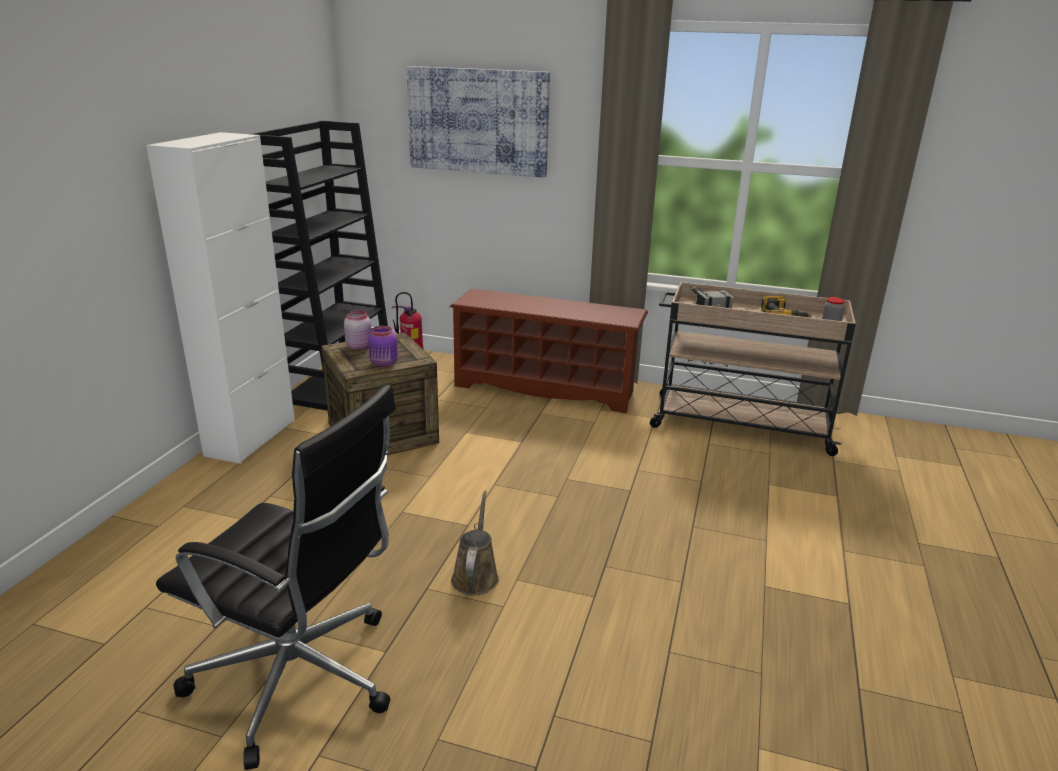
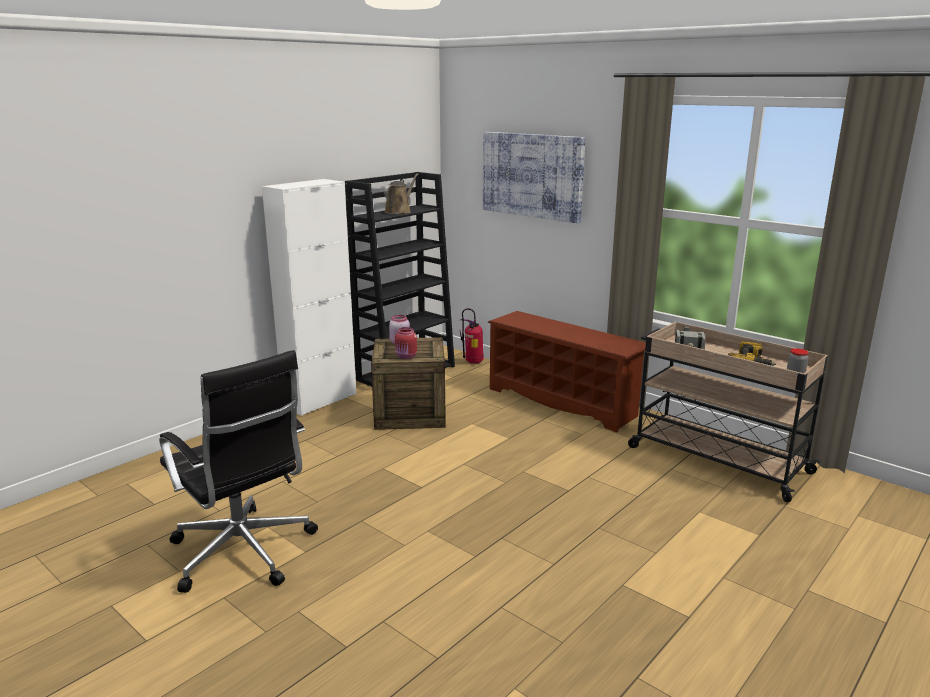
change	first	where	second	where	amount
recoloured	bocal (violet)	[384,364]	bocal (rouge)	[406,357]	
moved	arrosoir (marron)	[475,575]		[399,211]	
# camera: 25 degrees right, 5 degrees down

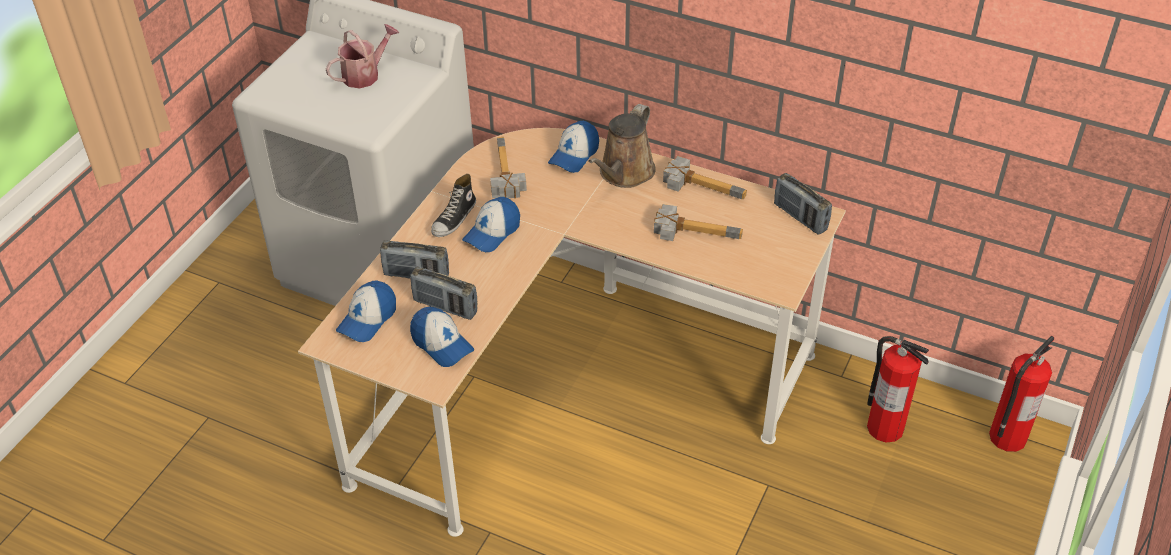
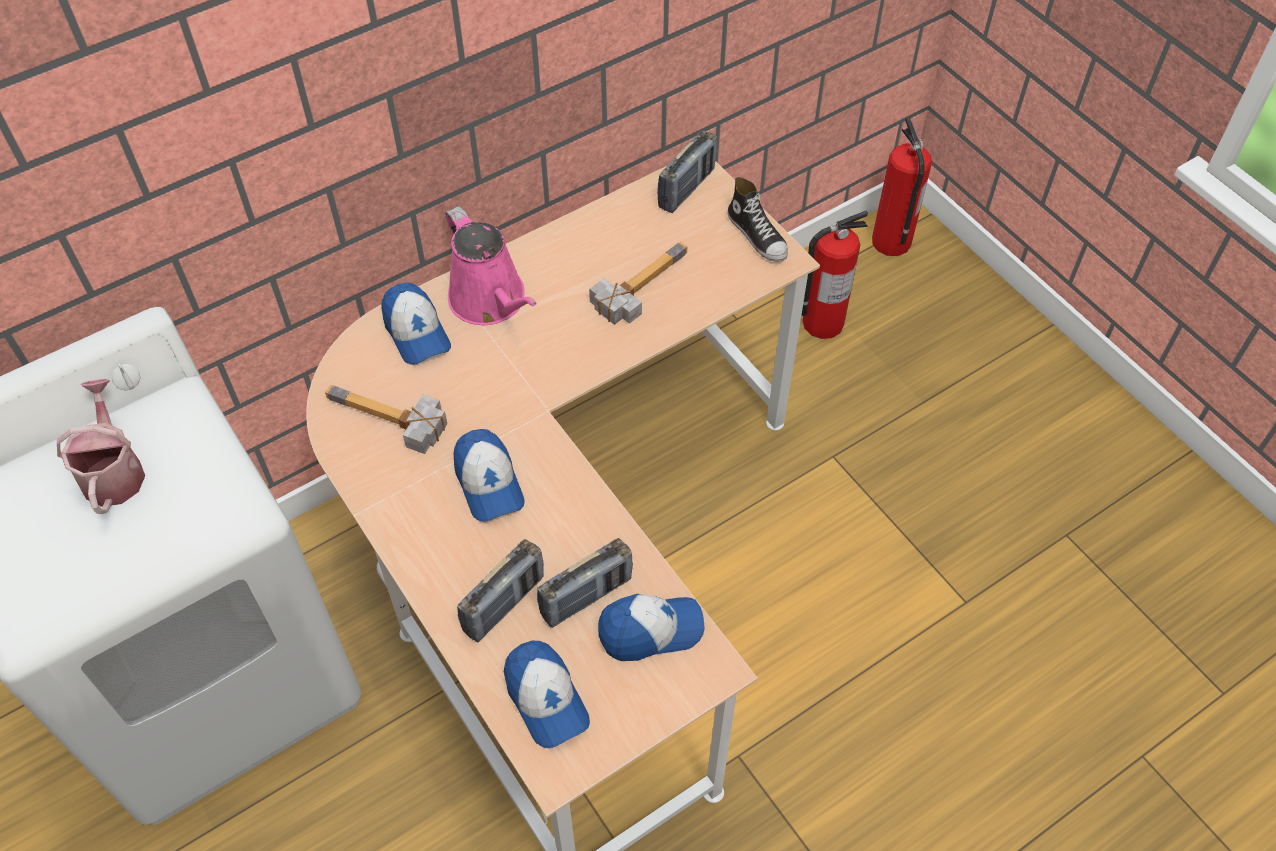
change	first	where	second	where	amount
moved	chaussure	[454,219]		[757,235]	
recoloured	arrosoir (marron)	[624,173]	arrosoir (rose)	[491,301]	
removed	marteau	[704,184]			
turned	radio	[800,217]		[686,188]	45 degrees counterclockwise
# camera: 60 degrees left, 10 degrees up

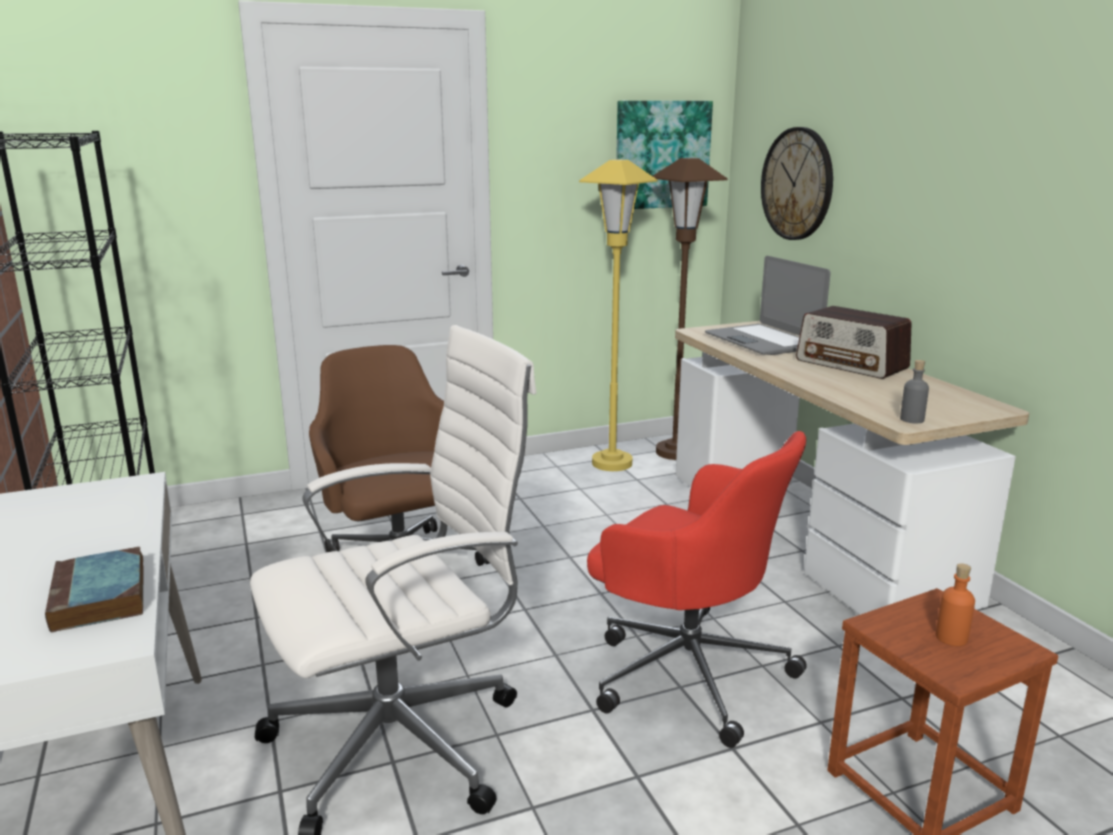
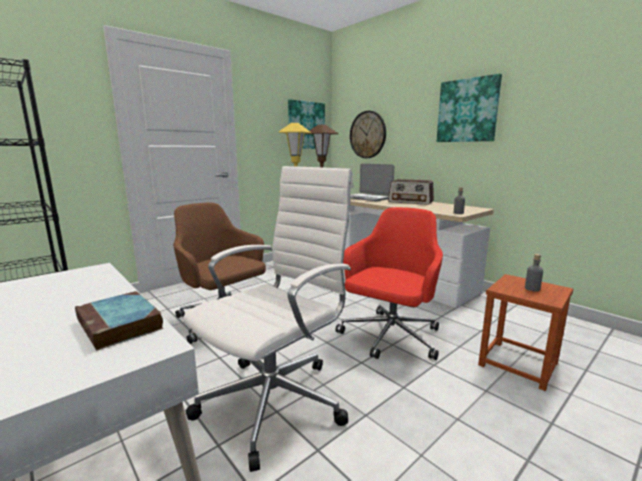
change	first	where	second	where	amount
turned	chaise de bureau (rouge)	[686,670]		[390,337]	75 degrees counterclockwise
recoloured	bouteille (orange)	[951,637]	bouteille (gris)	[532,289]	
added			tableau	[467,110]	
# camera: 20 degrees left, 5 degrees down

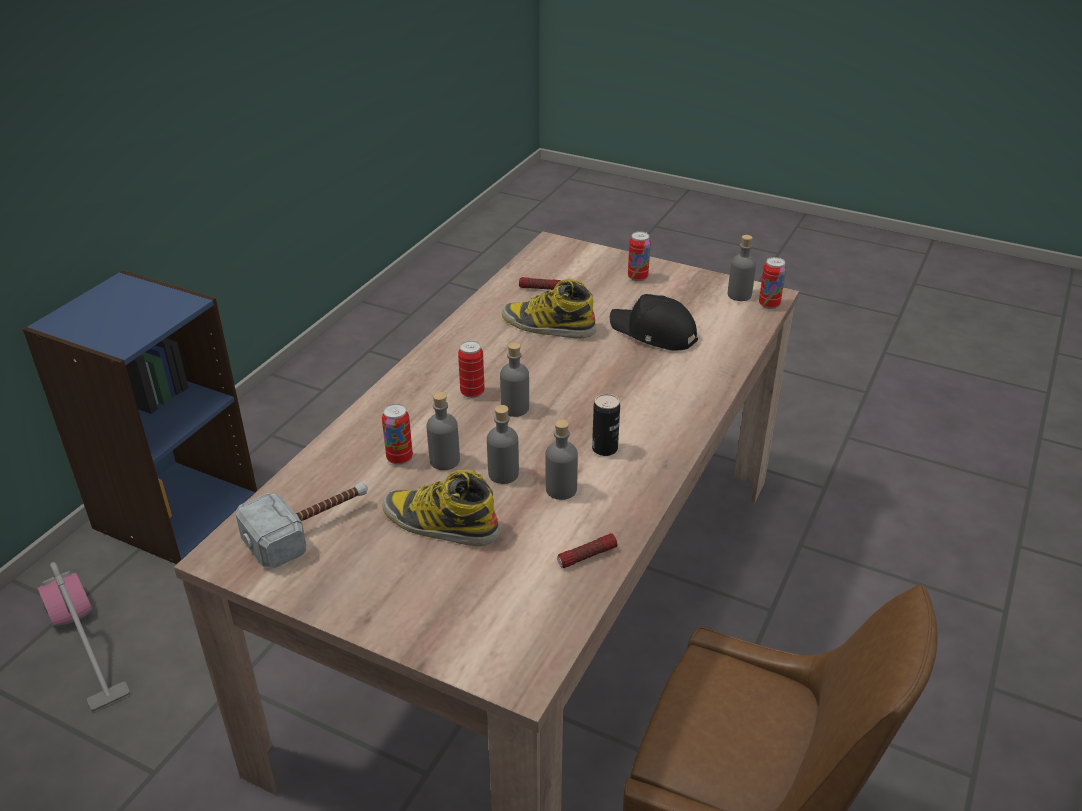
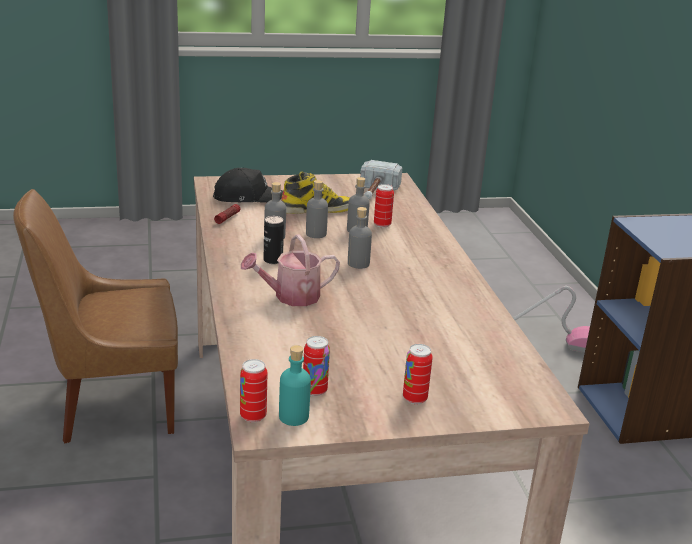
change	first	where	second	where	amount
moved	boîte métallique	[472,392]		[314,390]	
removed	botte	[548,326]			
removed	lampe de poche	[541,289]			
moved	casquette (noir)	[653,333]		[247,197]	
recoloured	bouteille (gris)	[739,295]	bouteille (turquoise)	[293,417]	
added			arrosoir	[291,297]	
# camera: 140 degrees right, 10 degrees down

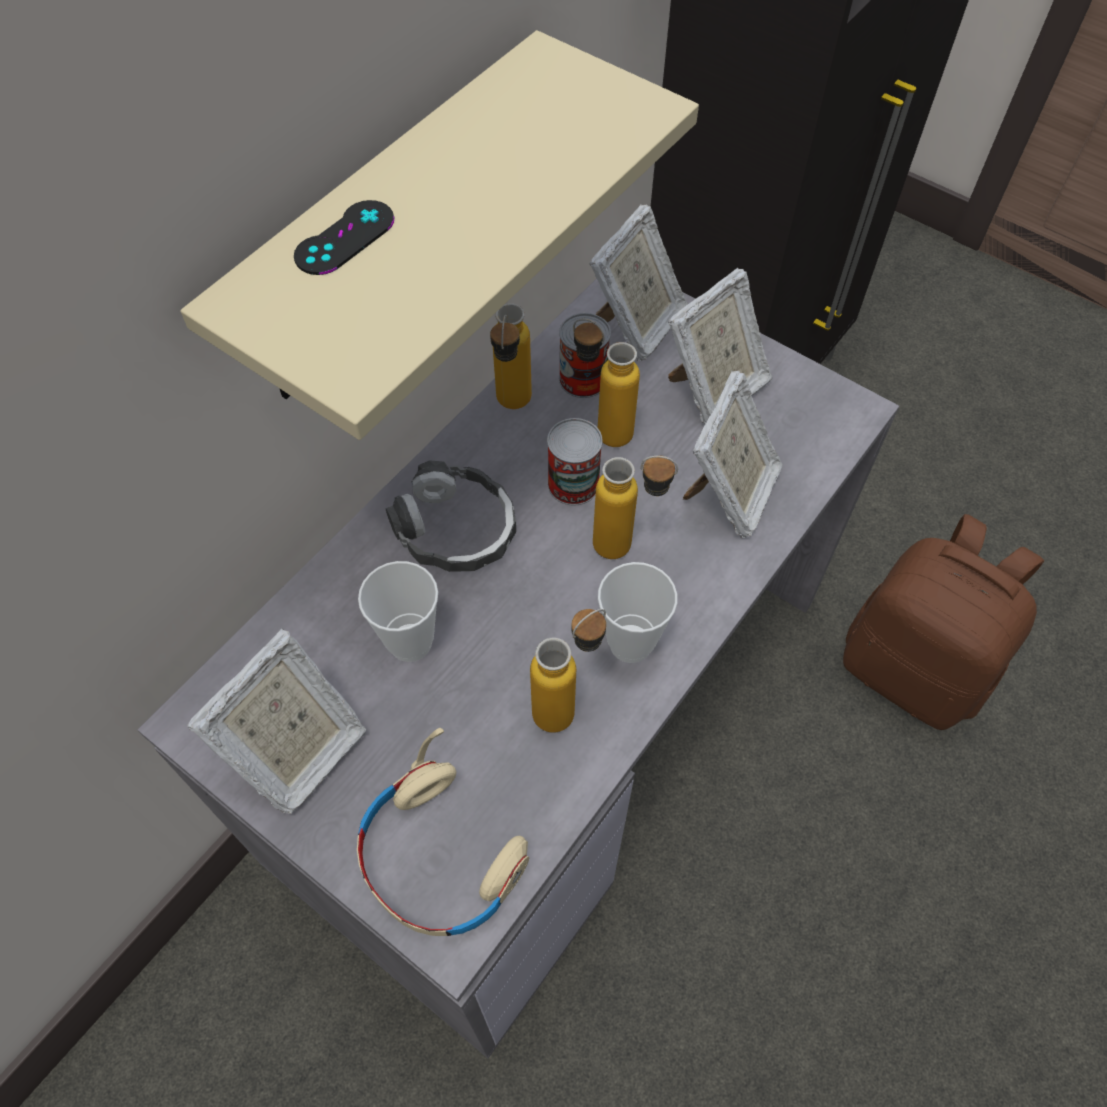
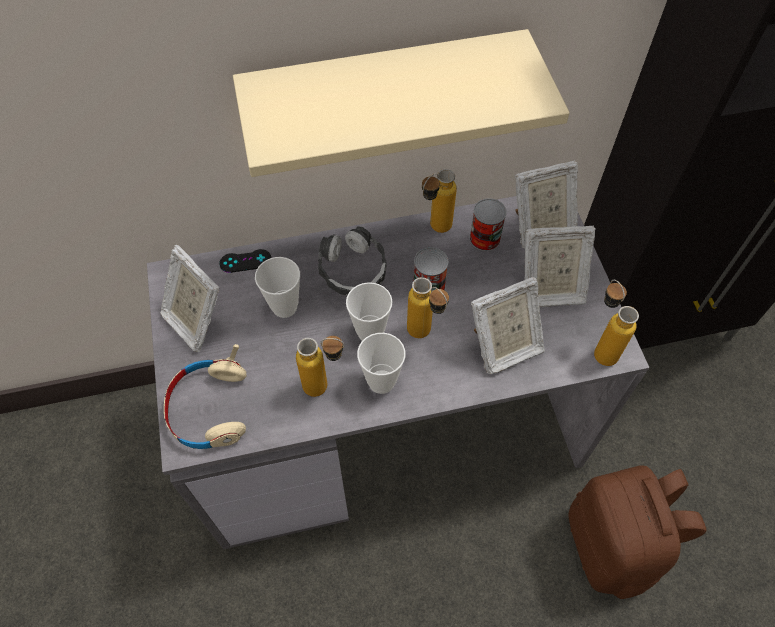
change	first	where	second	where	amount
turned	cadre photo	[298,753]		[196,320]	60 degrees clockwise
moved	manette (noir)	[345,238]		[245,261]	
moved	bouteille	[601,429]		[600,347]	
added			tasse	[370,332]	
# camera: 40 degrees right, 0 degrees up

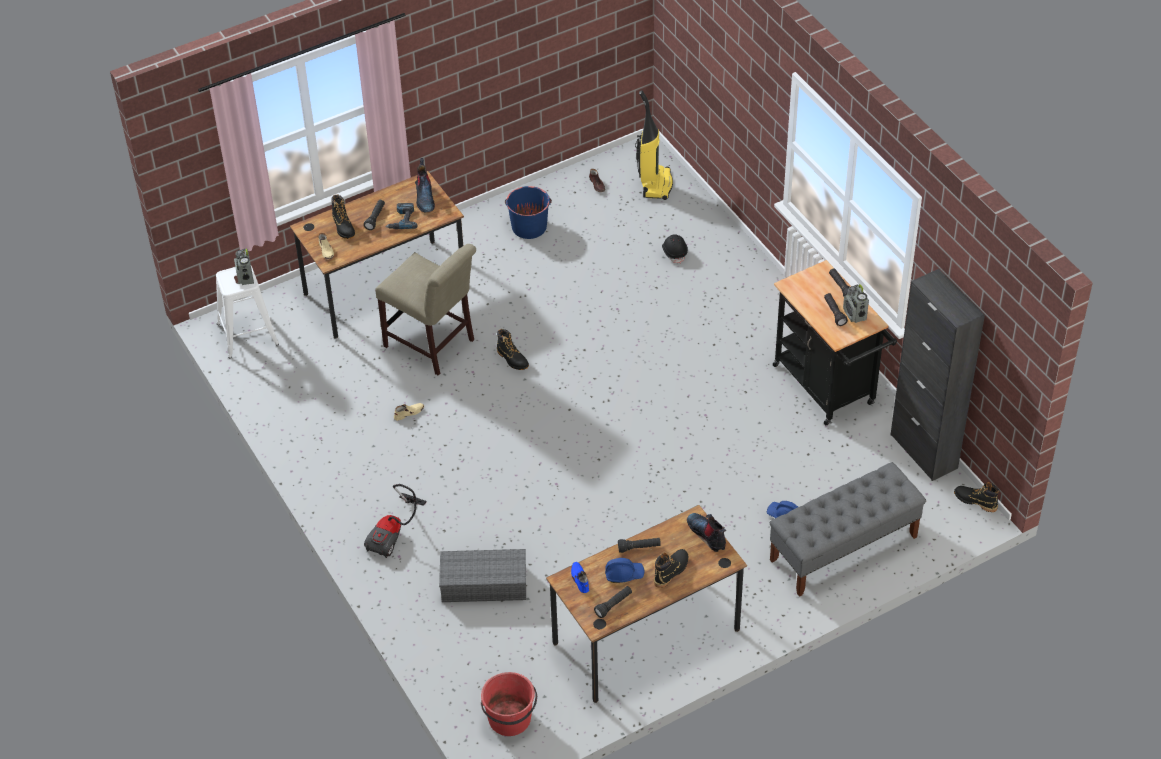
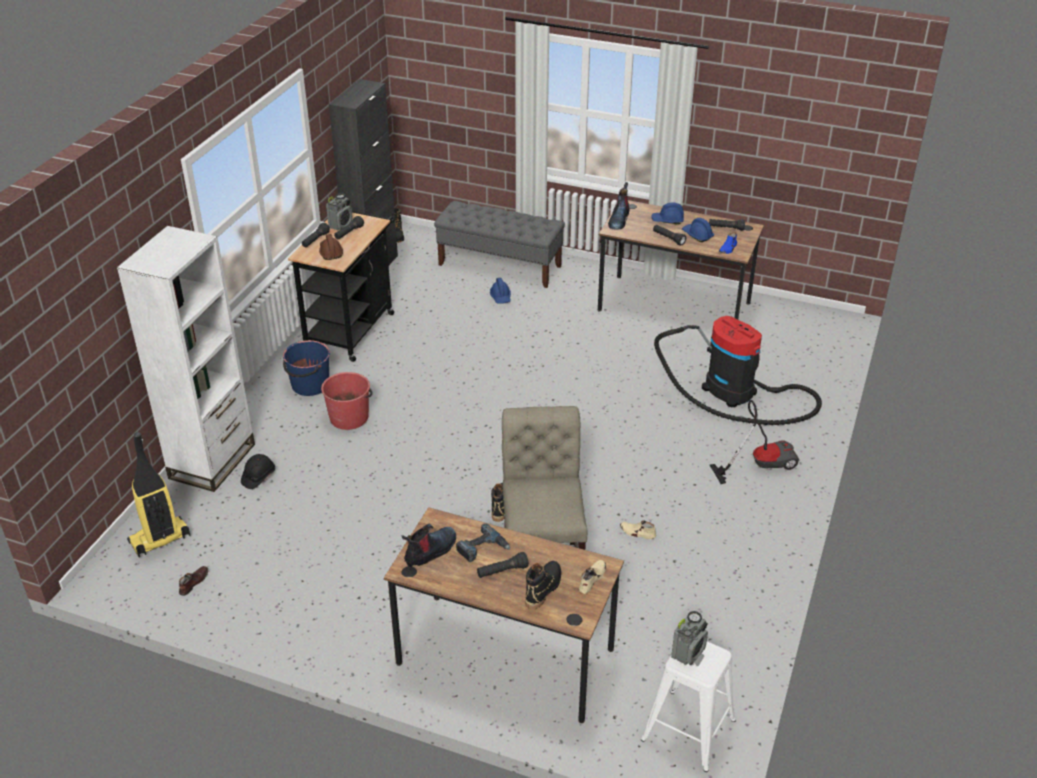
change	first	where	second	where	amount
replaced	boîte de rangement (gris)	[485,583]	aspirateur	[734,393]	
moved	seau (rouge)	[510,719]		[349,417]	
moved	seau (bleu)	[529,226]		[310,385]	
replaced	botte (noir)	[671,571]	casque de chantier (bleu)	[667,220]	
added			bibliothèque (blanc)	[212,461]	
added			casque de chantier (marron)	[330,252]	
# camera: 130 degrees left, 10 degrees down

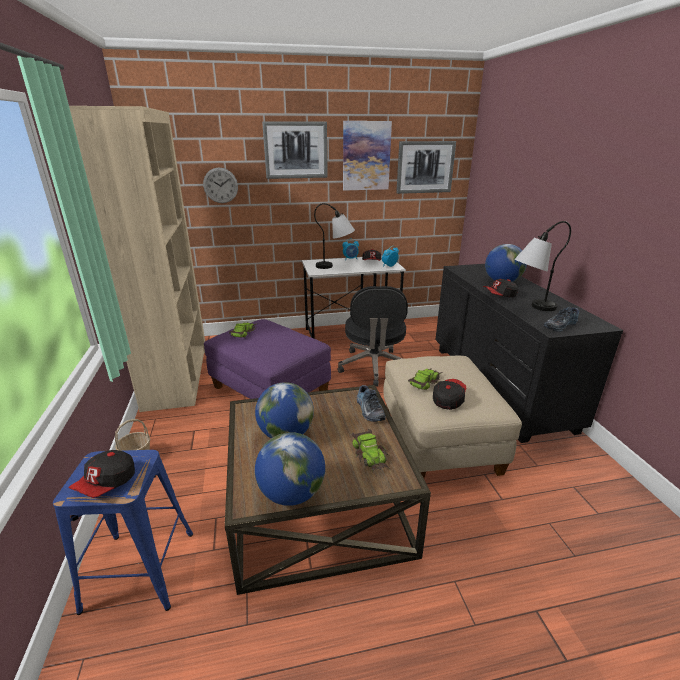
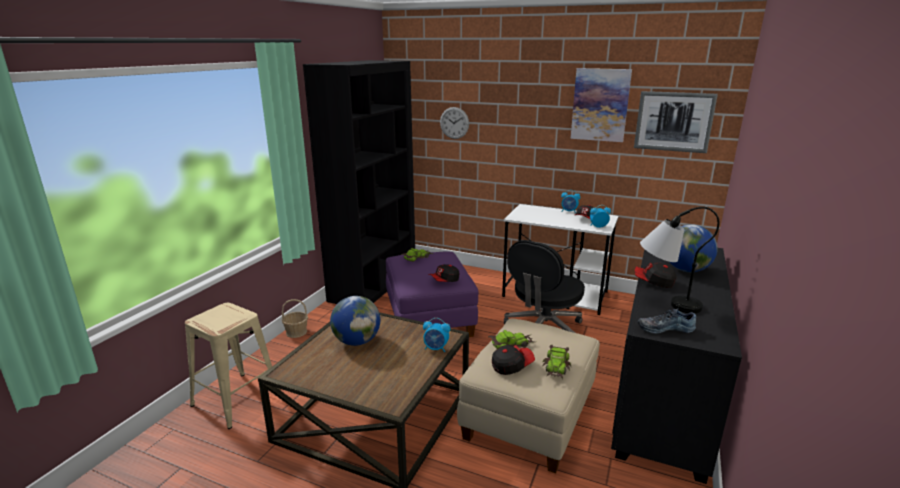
change	first	where	second	where	amount
recoloured	tabouret (bleu)	[140,568]	tabouret (beige)	[237,399]	
moved	casquette	[107,483]		[444,280]	
recoloured	bibliothèque (beige)	[177,376]	bibliothèque (noir)	[374,284]	
removed	globe	[292,493]			
removed	tableau	[296,150]			
removed	lampe de table	[335,266]			
moved	petite voiture	[370,454]		[557,366]	
replaced	chaussure	[368,410]	réveil	[436,348]	
# camera: 35 degrees right, 5 degrees down

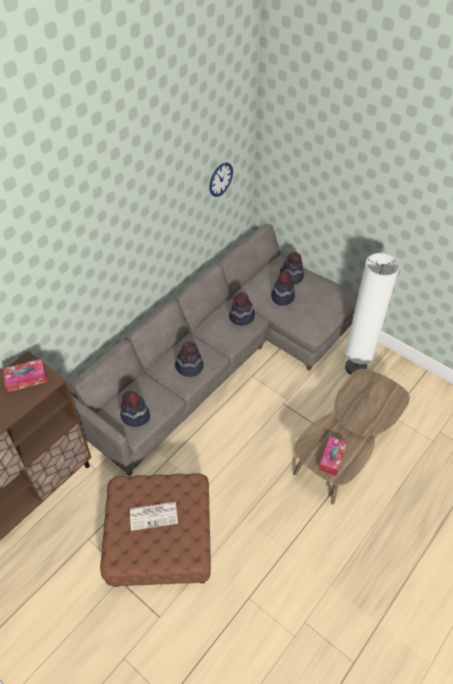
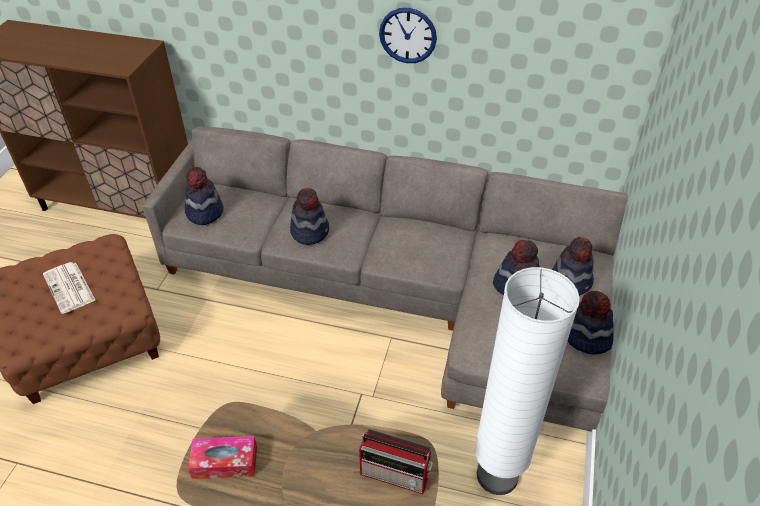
change	first	where	second	where	amount
removed	boîte à mouchoirs	[26,379]			
moved	horloge murale	[220,179]		[408,35]	
moved	chapeau	[242,317]		[586,338]	
added			radio	[396,475]	
# camera: 65 degrees right, 5 degrees down

